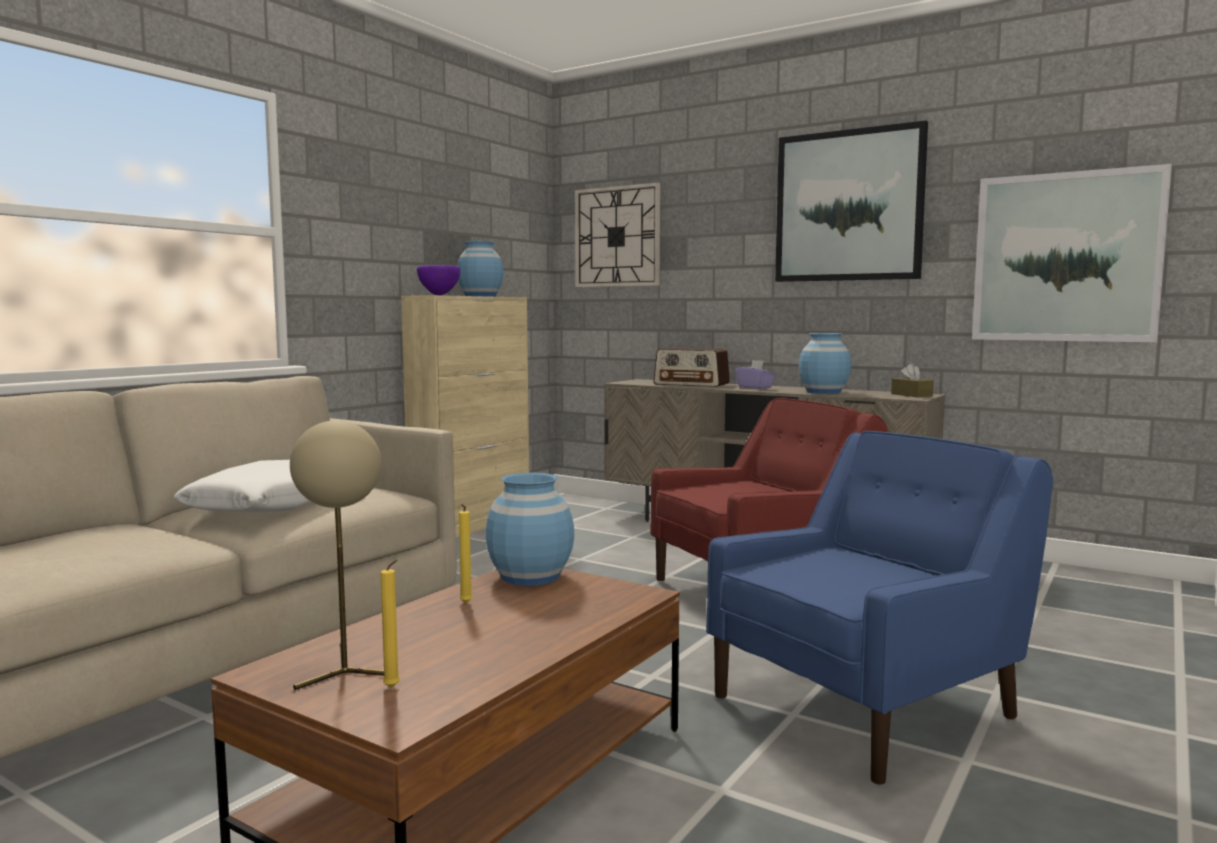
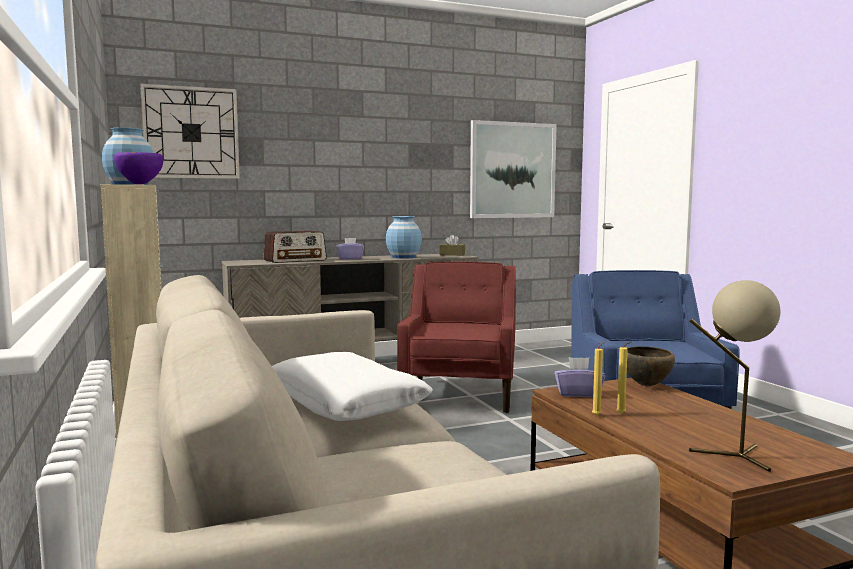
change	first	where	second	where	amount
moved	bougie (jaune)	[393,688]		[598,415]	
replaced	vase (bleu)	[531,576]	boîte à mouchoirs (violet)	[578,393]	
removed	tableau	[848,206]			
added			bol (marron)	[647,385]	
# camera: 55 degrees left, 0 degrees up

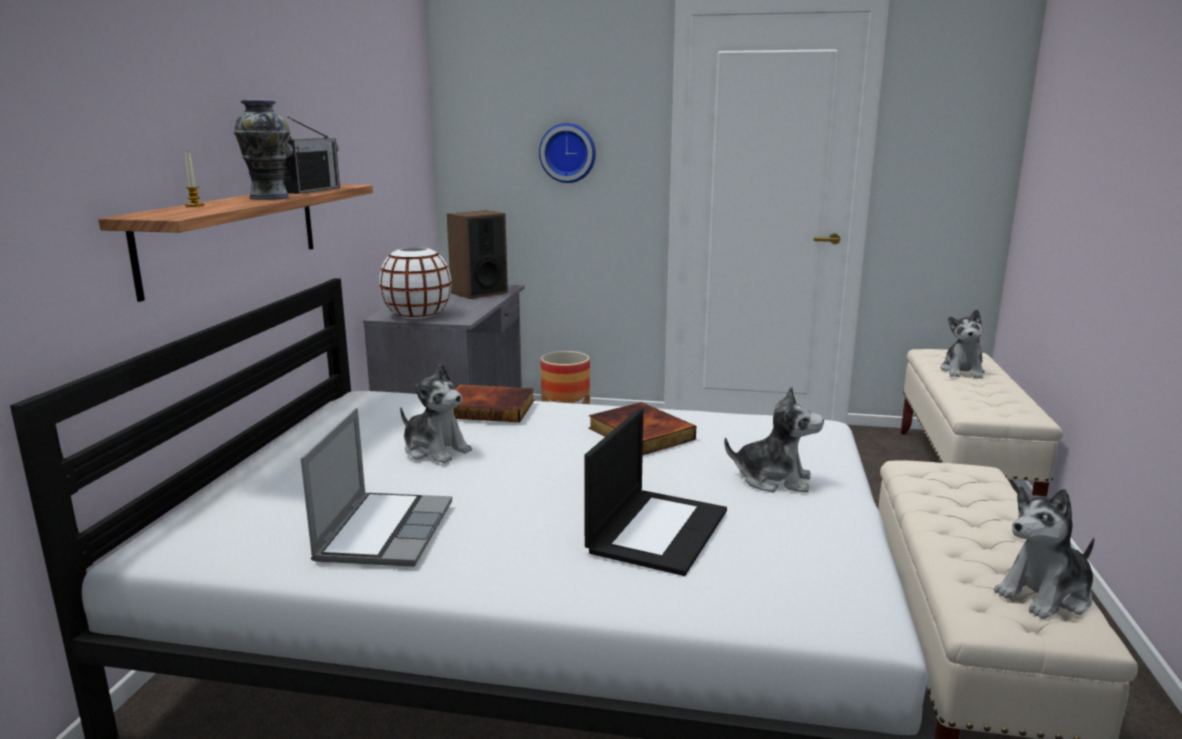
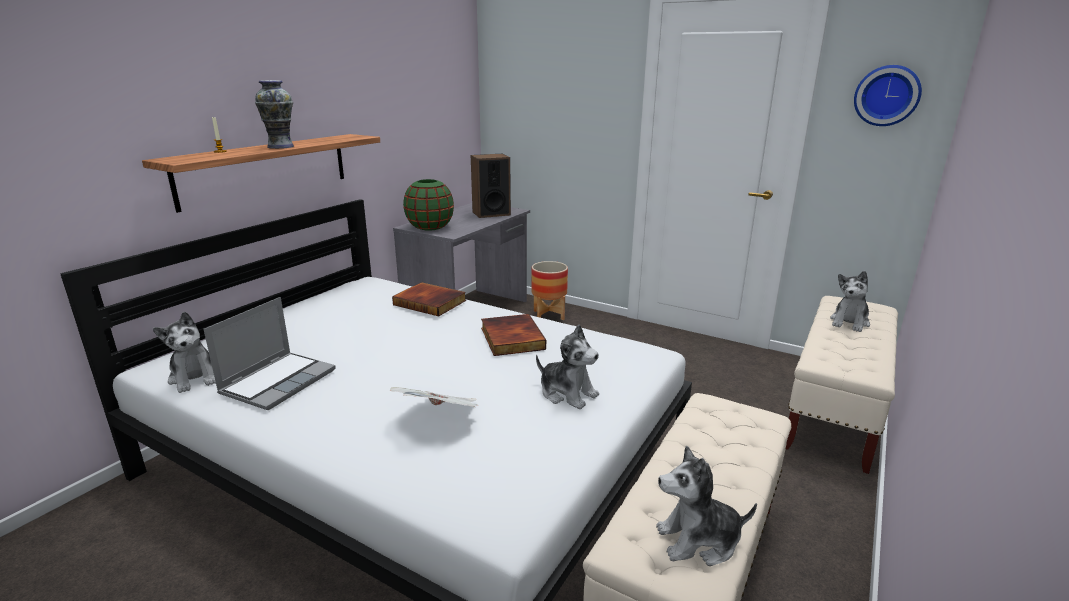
change	first	where	second	where	amount
removed	radio	[312,190]			
recoloured	vase (blanc)	[417,315]	vase (vert)	[430,227]	
moved	peluche	[435,450]		[195,377]	
moved	horloge murale	[568,153]		[887,95]	
replaced	ordinateur portable	[657,530]	journal	[440,417]	
# camera: 20 degrees right, 5 degrees up

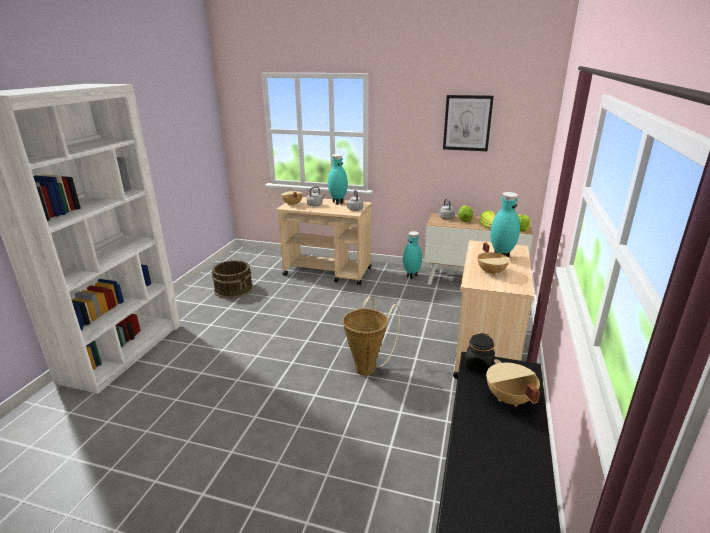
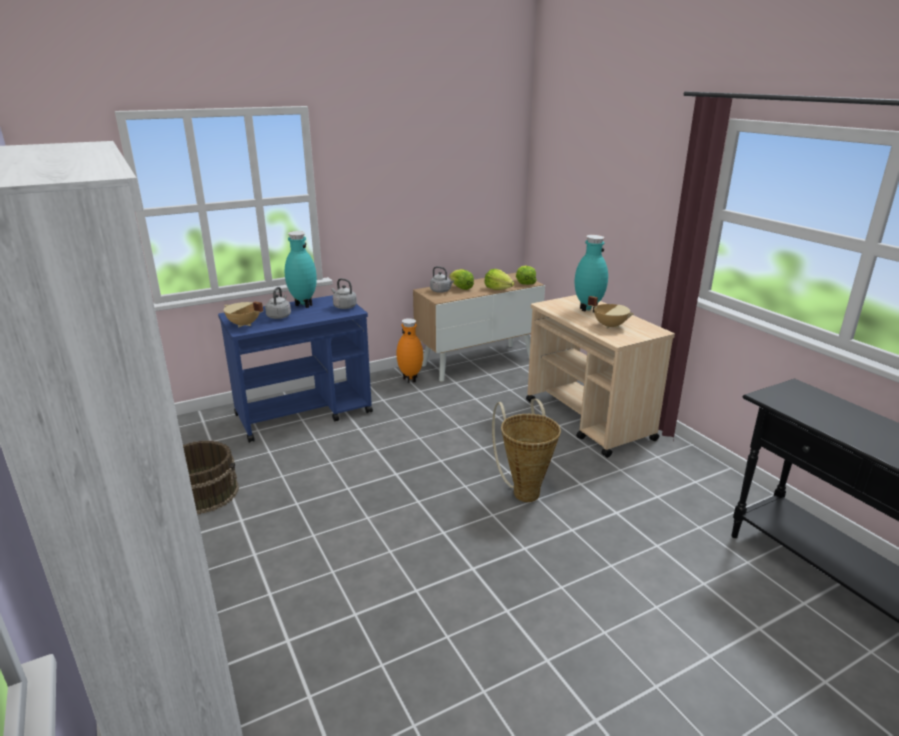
change	first	where	second	where	amount
recoloured	chariot (beige)	[328,272]	chariot (bleu)	[305,413]	
recoloured	vase (turquoise)	[412,276]	vase (orange)	[411,379]	
removed	tableau	[467,123]			
removed	bocal (noir)	[478,365]			
removed	marmite (beige)	[508,399]			
# camera: 45 degrees left, 0 degrees up

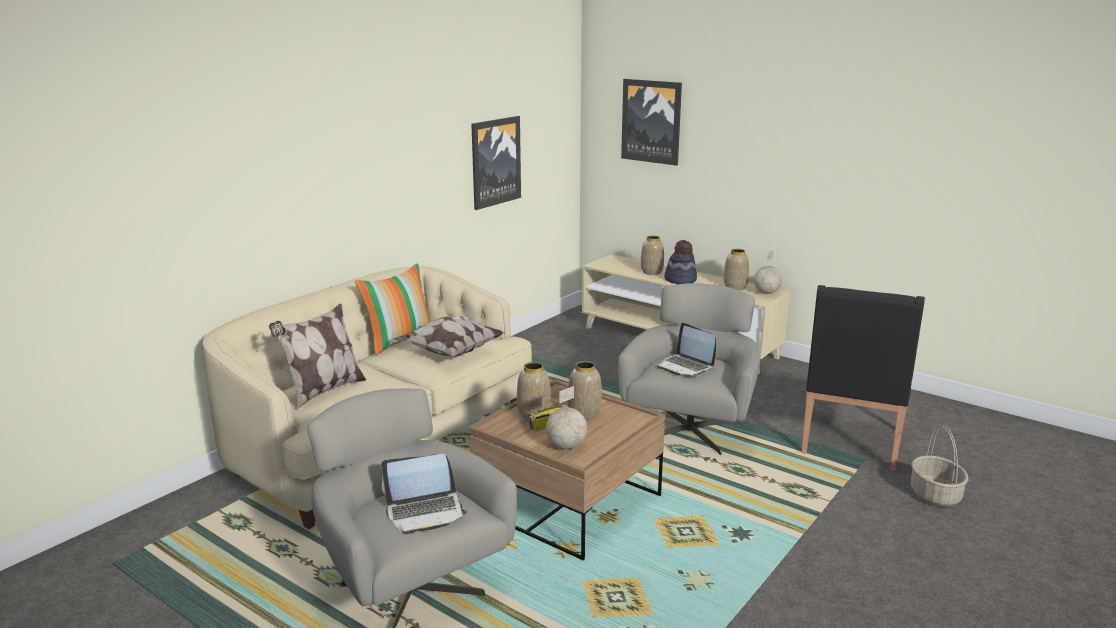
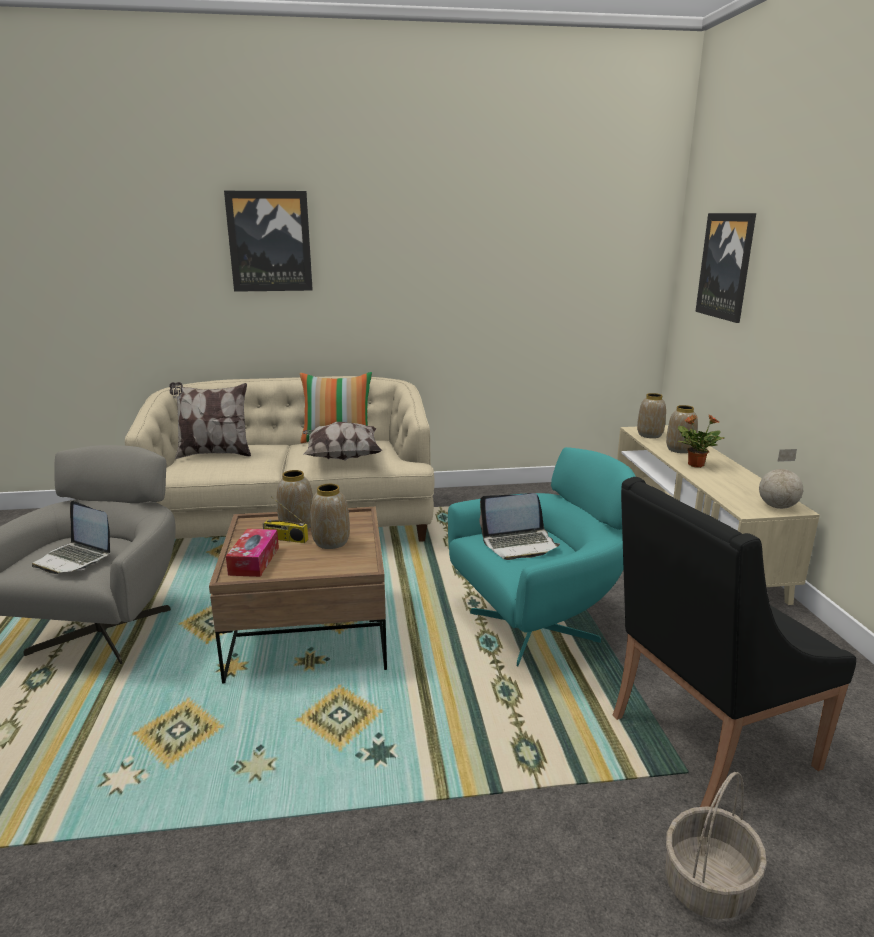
change	first	where	second	where	amount
moved	tableau	[495,162]		[270,241]	
replaced	globe	[567,446]	boîte à mouchoirs	[254,561]	
recoloured	fauteuil (gris)	[690,429]	fauteuil (turquoise)	[538,627]	
turned	ordinateur portable	[686,366]		[519,544]	105 degrees counterclockwise
replaced	chapeau	[680,280]	plante en pot	[695,465]	
moved	vase	[735,287]		[649,435]	
# camera: 45 degrees right, 0 degrees up

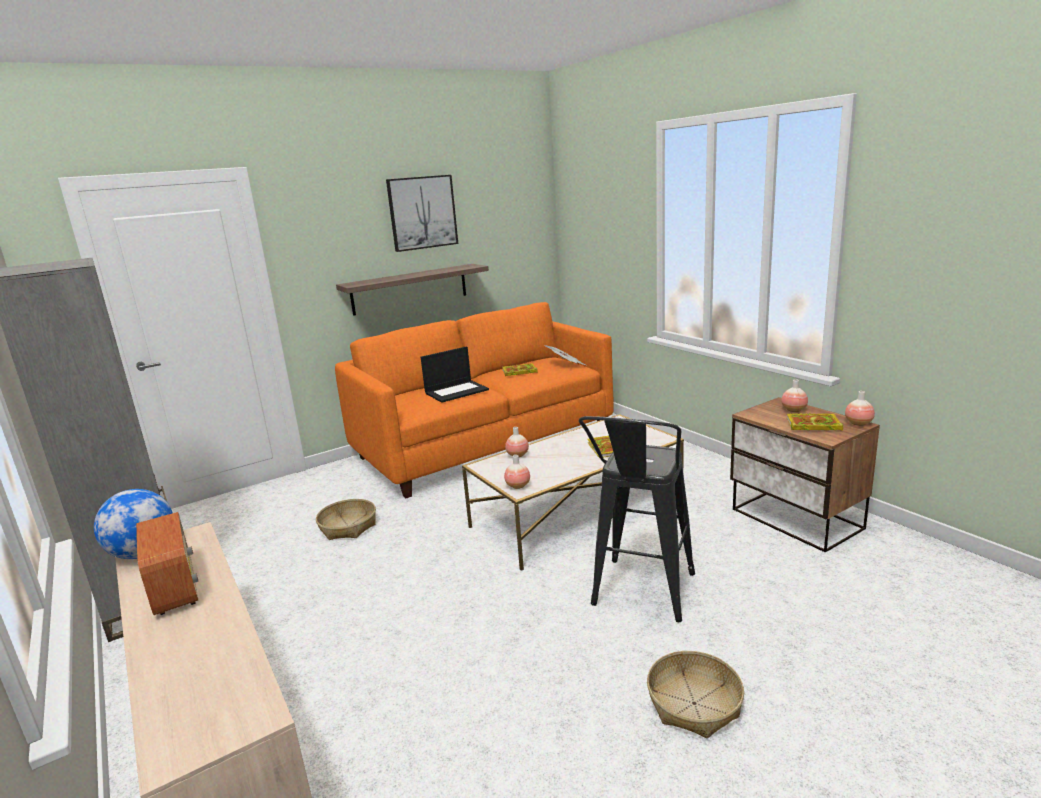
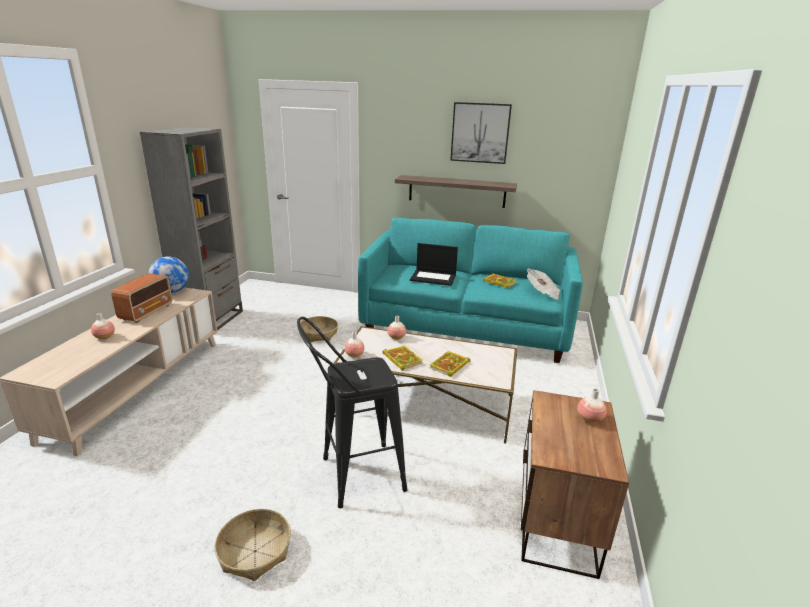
change	first	where	second	where	amount
recoloured	canapé (orange)	[485,444]	canapé (turquoise)	[465,327]	
moved	livre	[812,425]		[401,359]	
moved	vase	[858,423]		[104,337]	
# camera: 45 degrees right, 5 degrees up

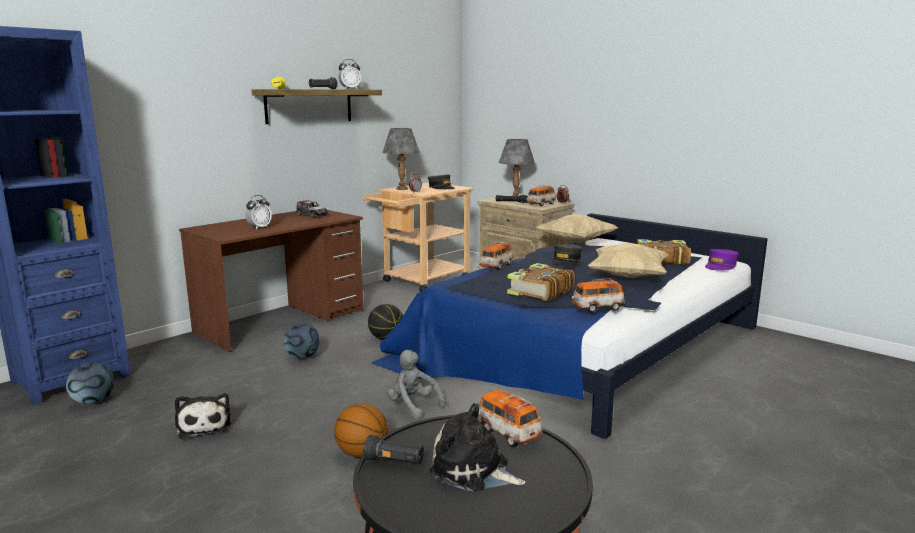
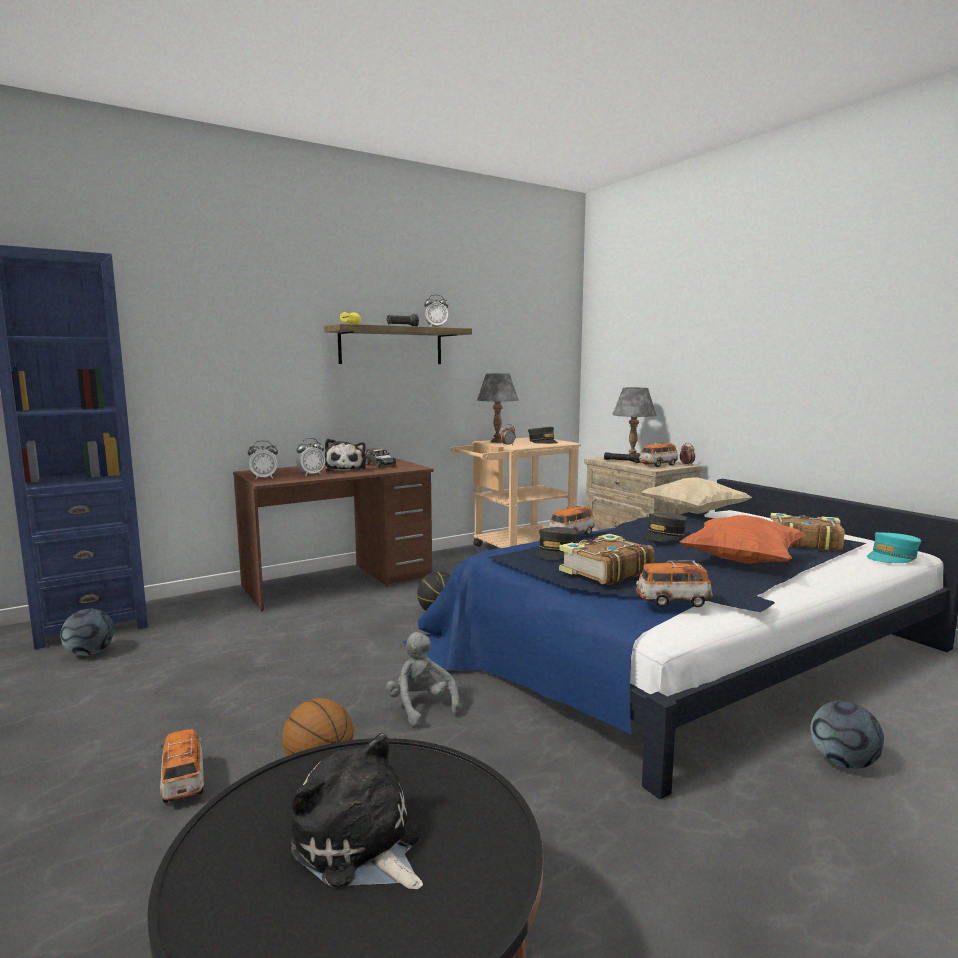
change	first	where	second	where	amount
moved	peluche	[204,425]		[346,469]	
moved	ballon de foot	[303,357]		[843,762]	
removed	lampe de poche (noir)	[394,461]			
moved	petite voiture	[507,433]		[183,783]	
recoloured	coussin (beige)	[628,276]	coussin (orange)	[742,561]	
recoloured	casquette (violet)	[720,266]	casquette (turquoise)	[892,557]	
added			réveil	[264,478]	
added			casquette (gris)	[556,552]	
# camera: 15 degrees right, 5 degrees down

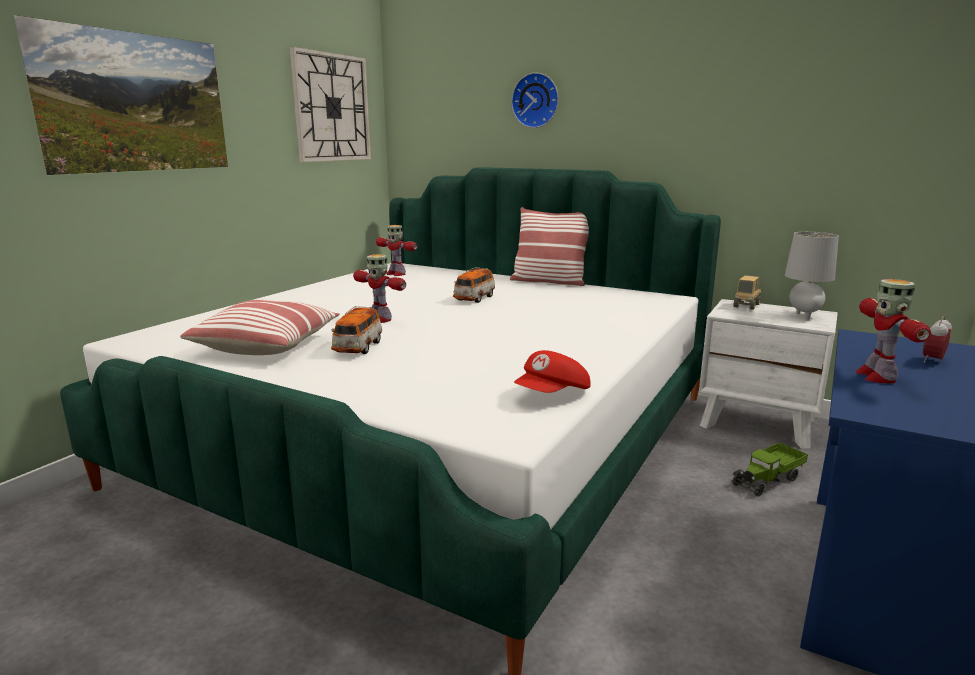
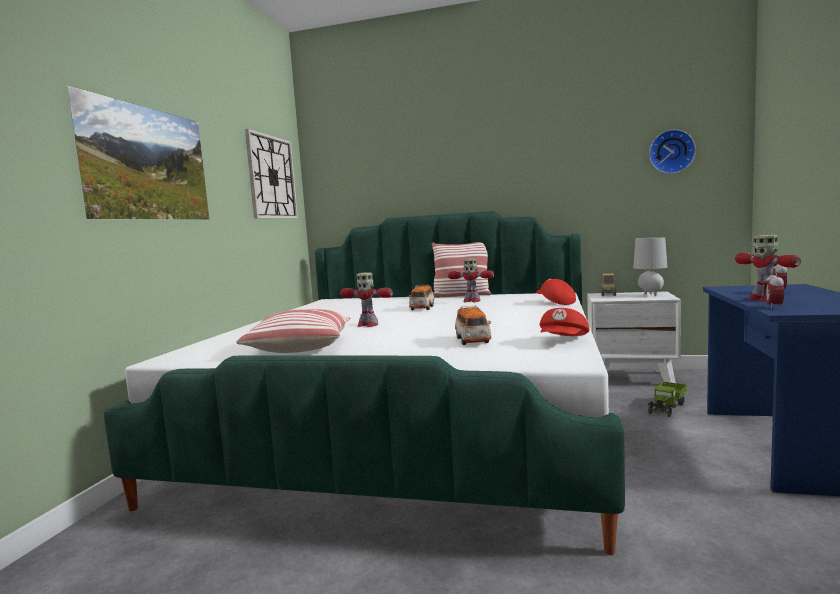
change	first	where	second	where	amount
moved	petite voiture	[358,348]		[473,341]	
moved	robot jouet	[396,274]		[471,301]	
moved	horloge murale	[536,100]		[671,152]	
added			casquette (rouge)	[555,302]	
added			réveil	[773,307]	
# camera: 15 degrees left, 10 degrees down

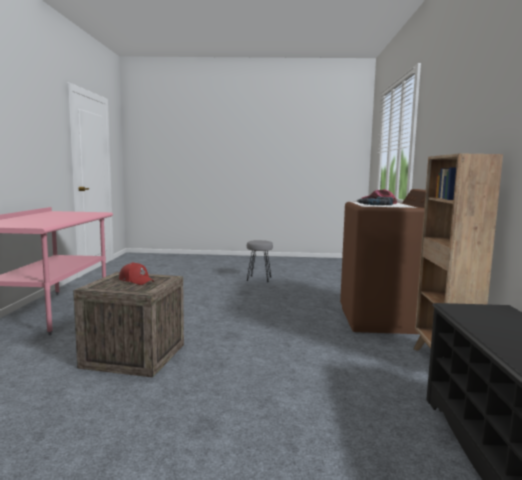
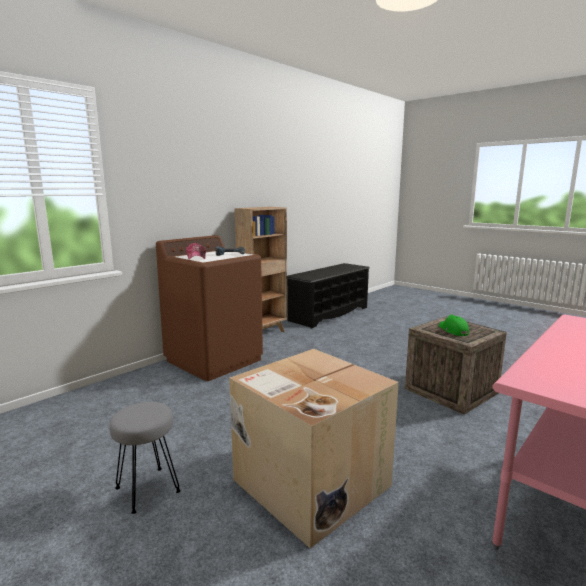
change	first	where	second	where	amount
recoloured	casquette (rouge)	[136,280]	casquette (vert)	[453,330]	
added			carton	[309,482]	
# camera: 140 degrees left, 5 degrees up

